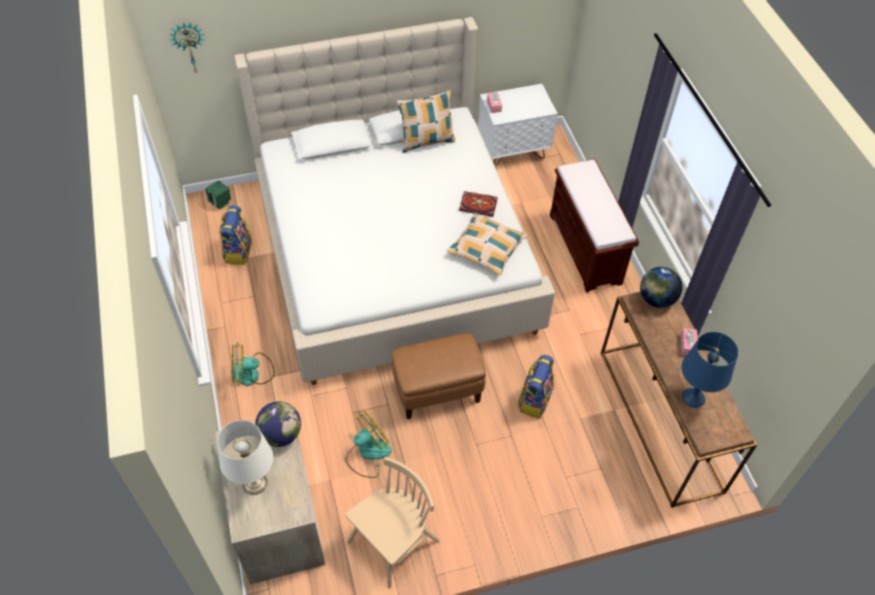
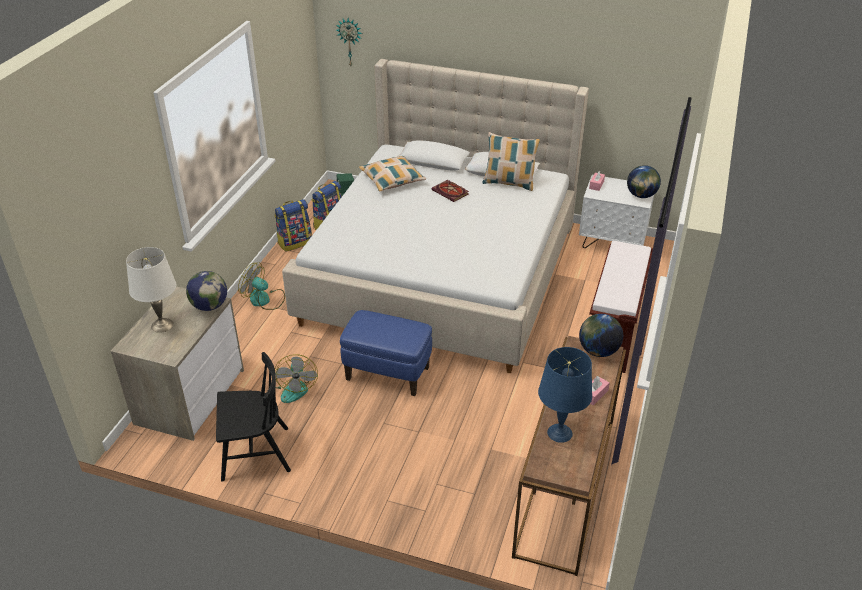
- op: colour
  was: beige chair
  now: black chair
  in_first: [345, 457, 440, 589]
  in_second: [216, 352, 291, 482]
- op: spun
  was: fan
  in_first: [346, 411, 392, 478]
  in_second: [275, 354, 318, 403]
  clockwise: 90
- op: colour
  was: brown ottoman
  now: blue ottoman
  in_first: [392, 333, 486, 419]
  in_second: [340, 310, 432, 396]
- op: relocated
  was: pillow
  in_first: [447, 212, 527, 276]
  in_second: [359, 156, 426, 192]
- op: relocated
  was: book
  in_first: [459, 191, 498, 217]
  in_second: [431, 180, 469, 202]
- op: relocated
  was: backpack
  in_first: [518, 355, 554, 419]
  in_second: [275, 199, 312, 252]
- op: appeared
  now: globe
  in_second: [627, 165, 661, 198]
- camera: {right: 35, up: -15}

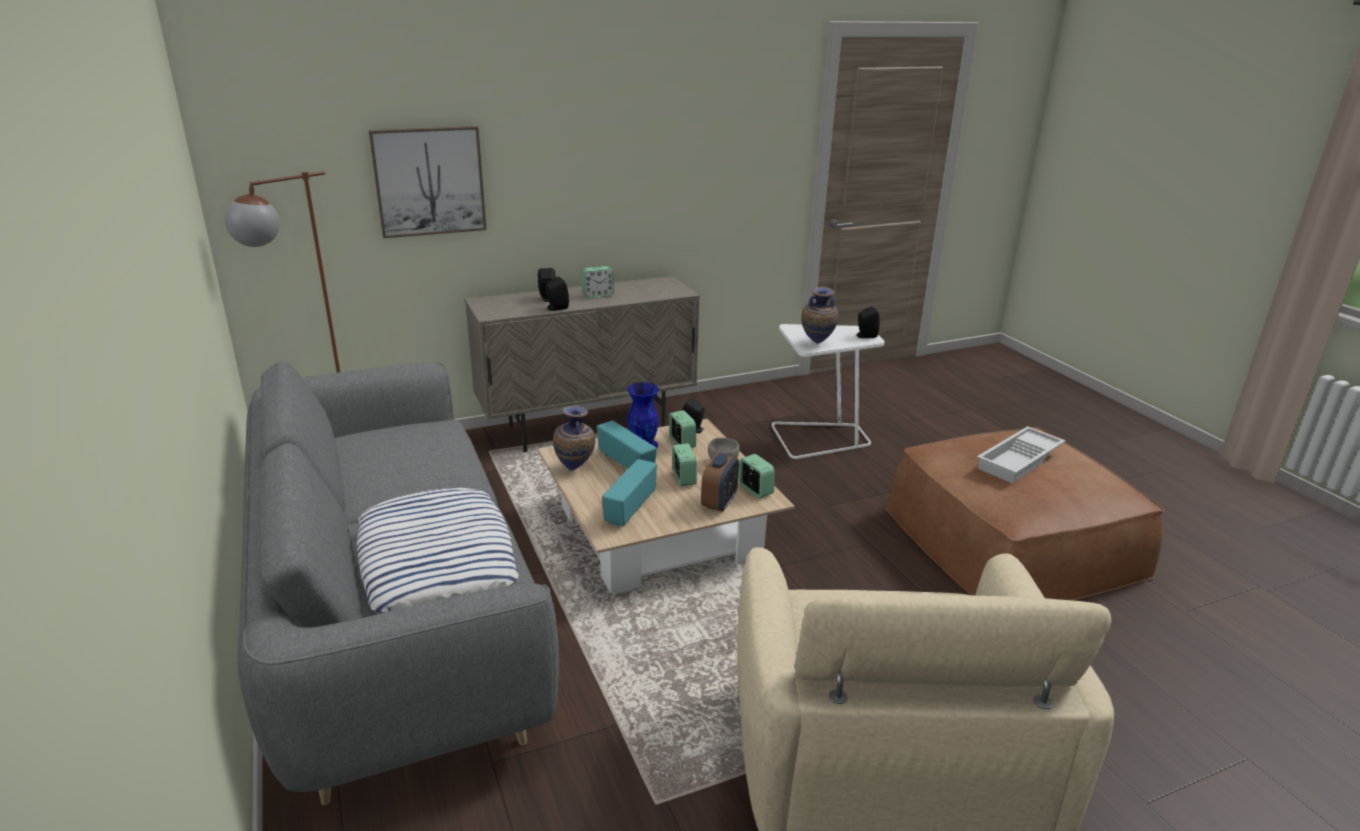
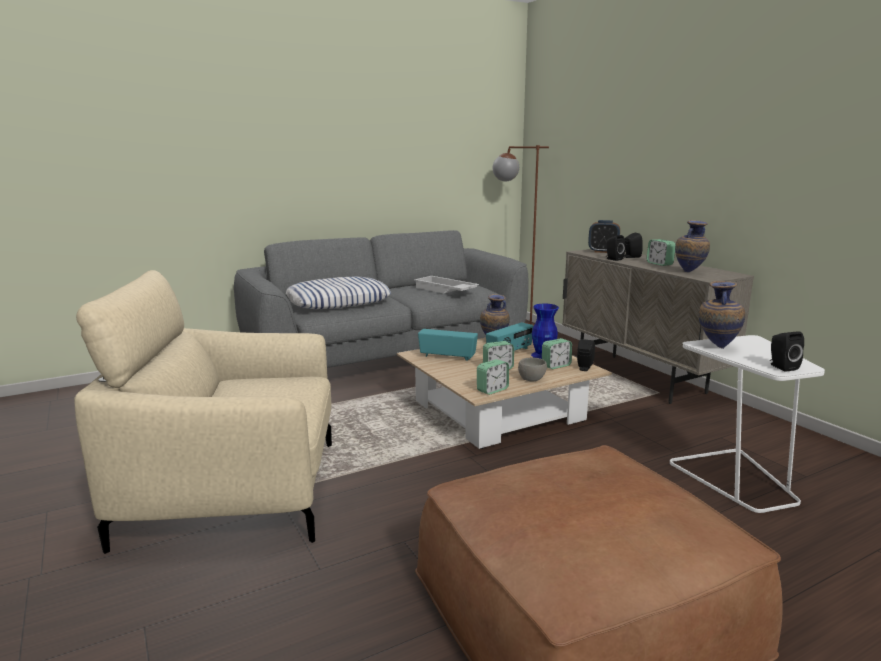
- op: missing
  was: picture
  in_first: [369, 126, 486, 238]
- op: relocated
  was: alarm clock
  in_first: [701, 454, 739, 512]
  in_second: [588, 220, 620, 253]
- op: relocated
  was: white tray
  in_first: [977, 426, 1066, 483]
  in_second: [414, 276, 479, 293]
- op: appeared
  now: vase
  in_second: [675, 220, 710, 272]
- camera: {right: 85, up: -10}

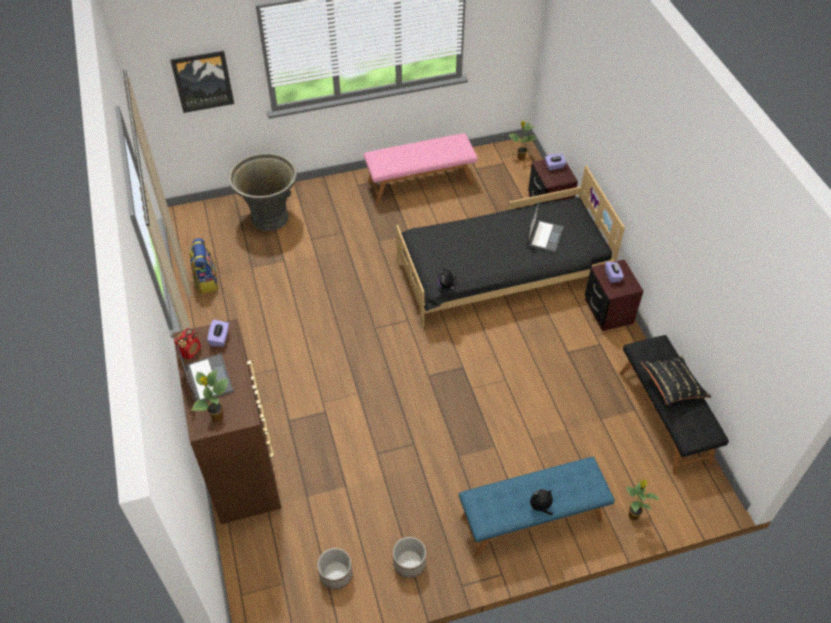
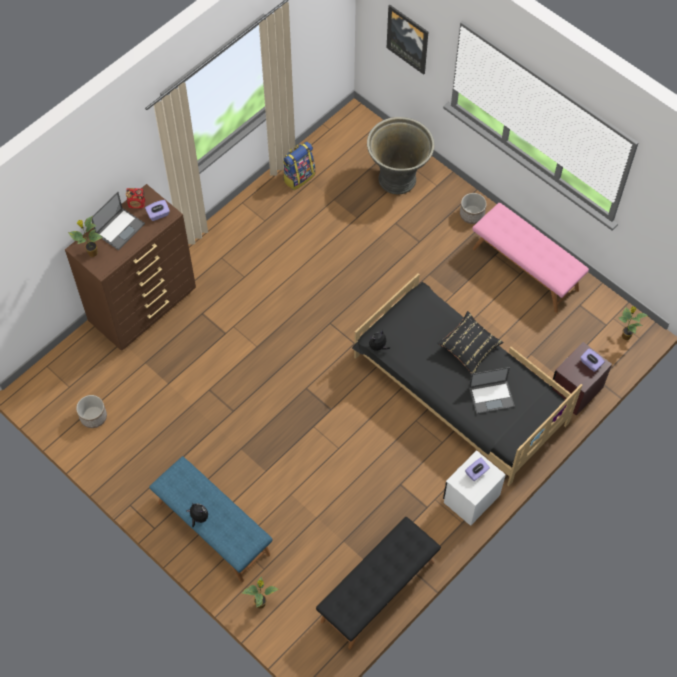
- op: relocated
  was: planter
  in_first: [393, 537, 426, 578]
  in_second: [460, 193, 487, 224]
- op: colour
  was: brown nightstand
  now: white nightstand
  in_first: [585, 259, 644, 331]
  in_second: [443, 450, 506, 526]
- op: relocated
  was: black pillow
  in_first: [641, 355, 711, 405]
  in_second: [437, 311, 503, 374]
- camera: {right: 60, up: 10}

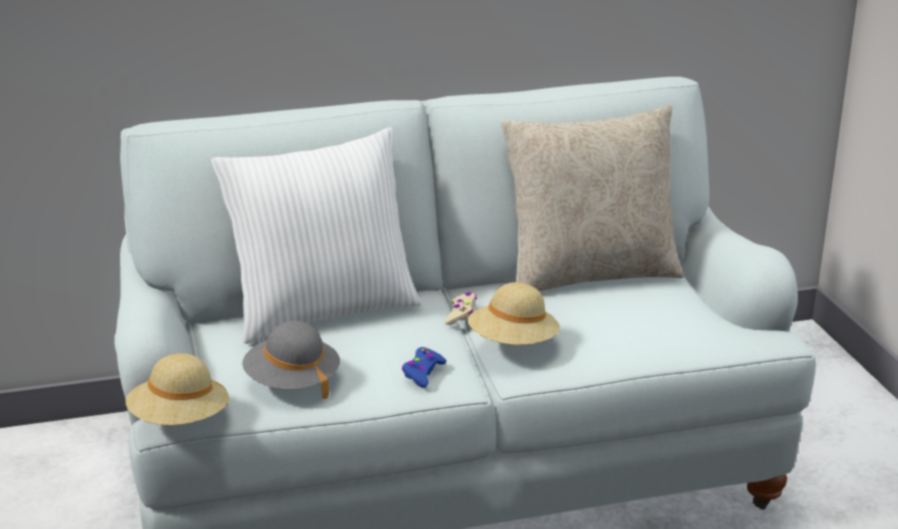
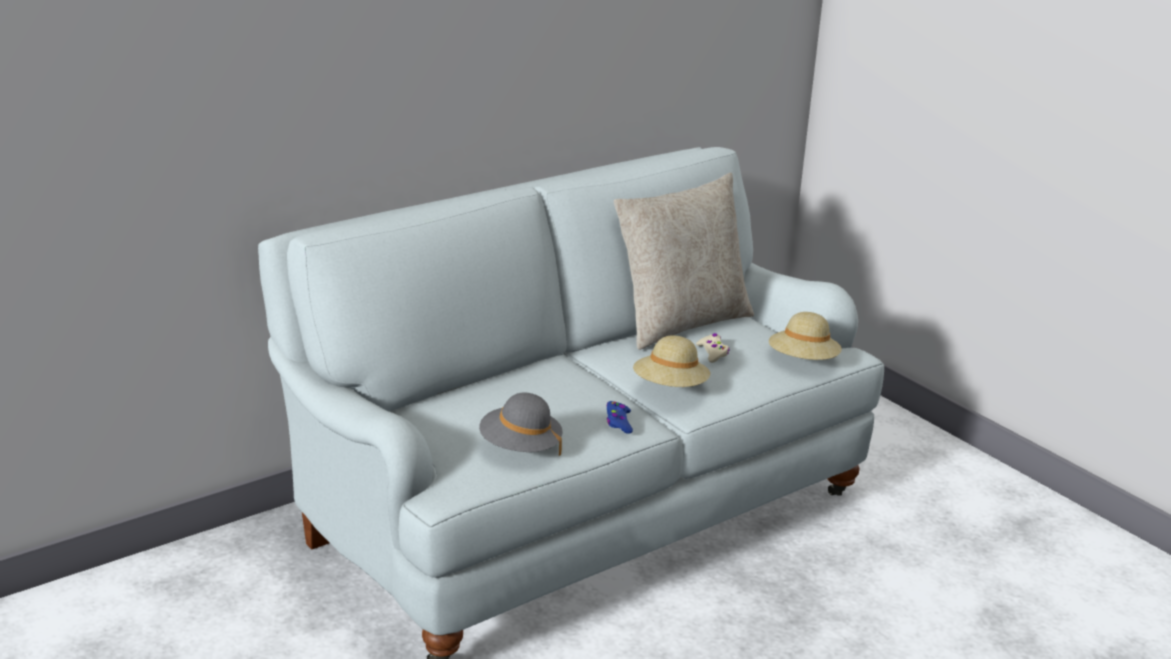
- op: relocated
  was: beige hat
  in_first: [126, 353, 229, 425]
  in_second: [769, 312, 842, 360]
- op: missing
  was: white pillow
  in_first: [211, 127, 422, 344]
- op: relocated
  was: beige game controller
  in_first: [445, 292, 477, 325]
  in_second: [696, 333, 730, 363]
- camera: {right: -25, up: 0}

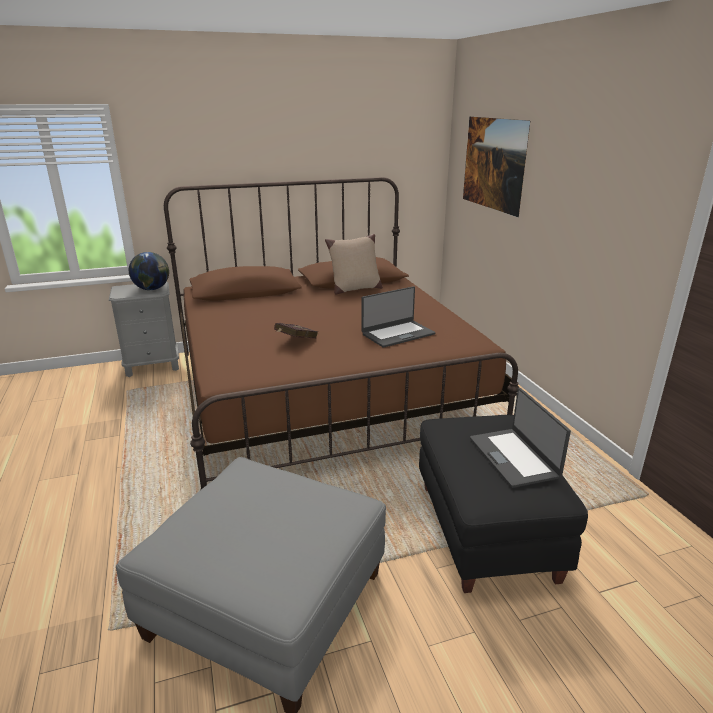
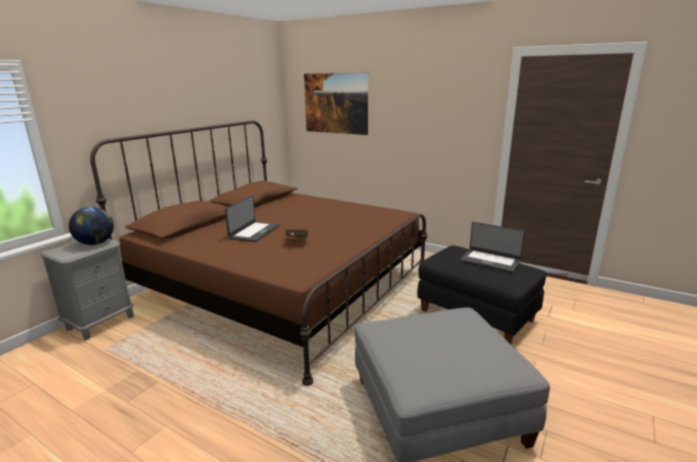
- op: missing
  was: beige pillow
  in_first: [325, 234, 383, 294]
- op: relocated
  was: laptop
  in_first: [361, 286, 435, 348]
  in_second: [225, 195, 280, 242]
- camera: {right: -40, up: -5}

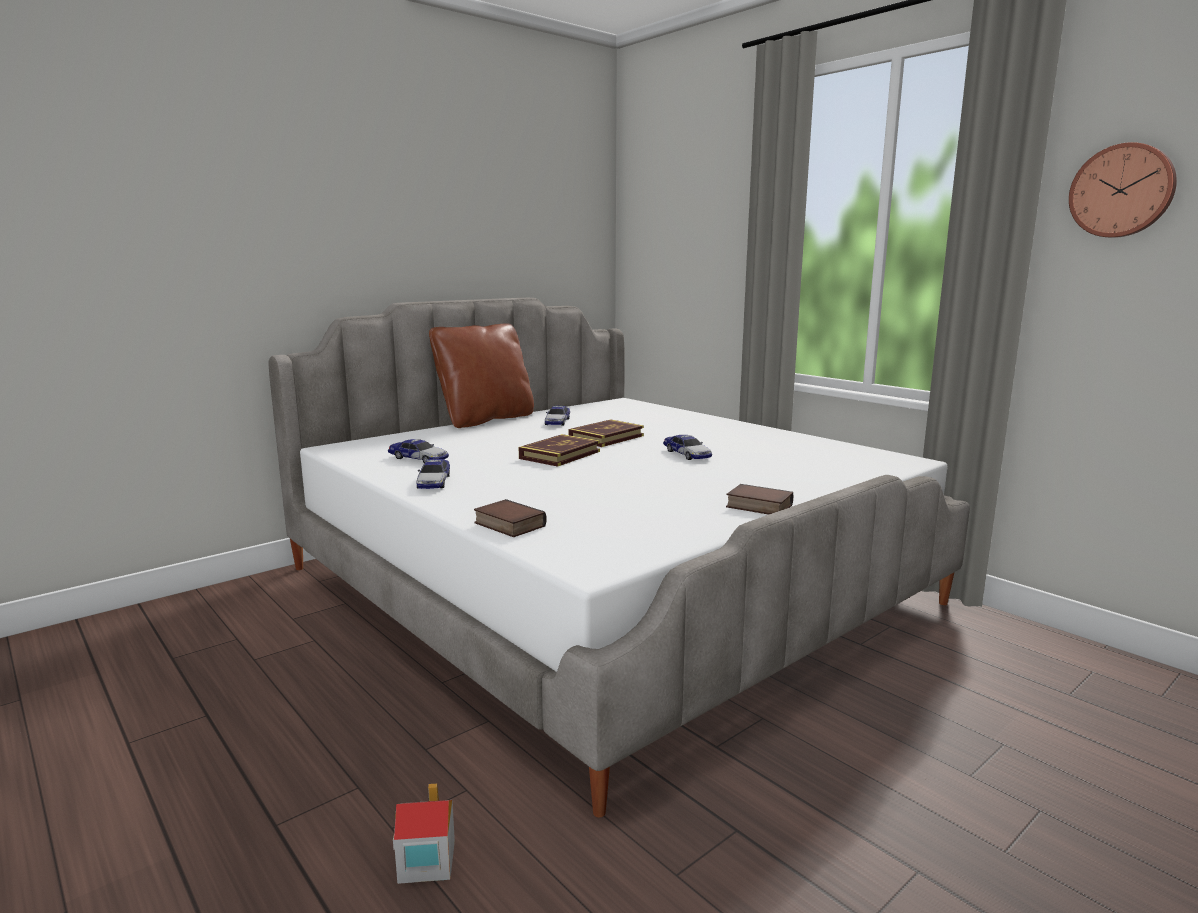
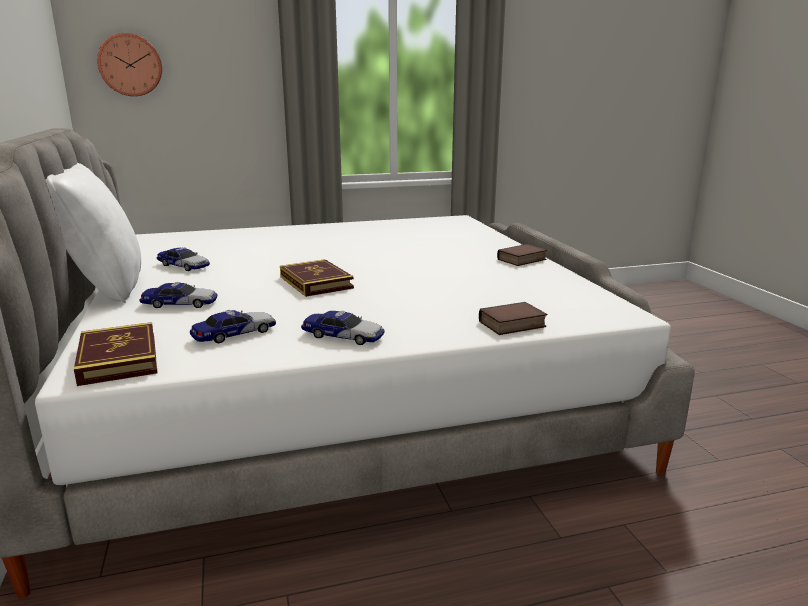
- op: missing
  was: toy house
  in_first: [393, 784, 455, 884]
- op: colour
  was: brown pillow
  now: white pillow
  in_first: [429, 323, 534, 428]
  in_second: [46, 163, 141, 303]
- op: relocated
  was: book
  in_first: [568, 419, 644, 447]
  in_second: [74, 322, 158, 386]
- op: relocated
  was: toy car
  in_first: [663, 435, 712, 460]
  in_second: [139, 282, 218, 308]
- op: relocated
  was: wall clock
  in_first: [1069, 142, 1177, 238]
  in_second: [97, 33, 162, 96]
- camera: {right: -65, up: 5}

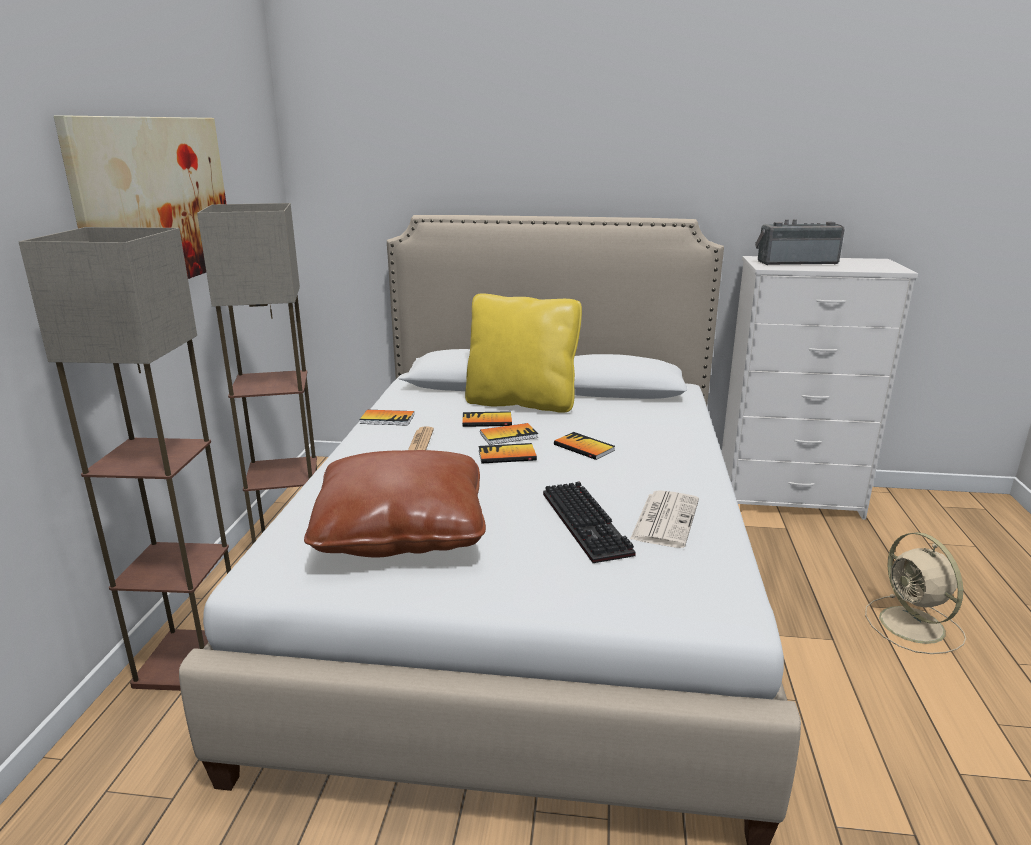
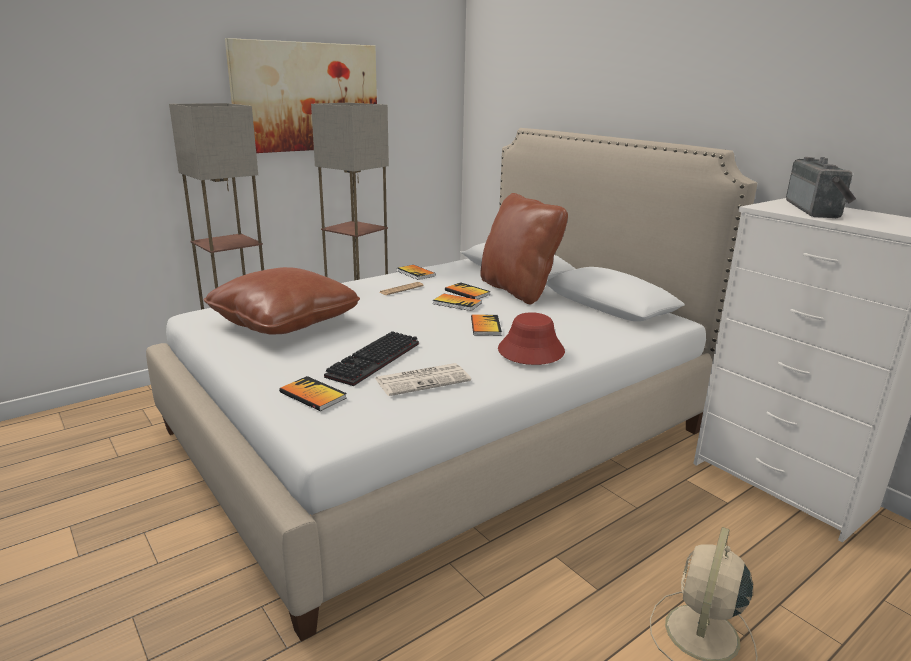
- op: colour
  was: yellow pillow
  now: brown pillow
  in_first: [465, 293, 582, 413]
  in_second: [480, 193, 568, 304]
- op: relocated
  was: book
  in_first: [479, 443, 537, 464]
  in_second: [279, 376, 347, 411]
- op: spun
  was: radio
  in_first: [755, 219, 845, 265]
  in_second: [786, 157, 856, 218]
  clockwise: 60
- op: appeared
  now: red hat
  in_second: [498, 312, 565, 365]
- camera: {right: 45, up: 0}

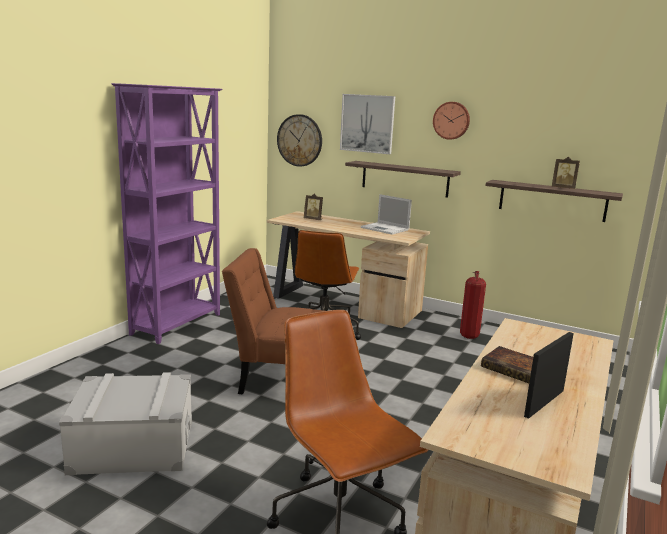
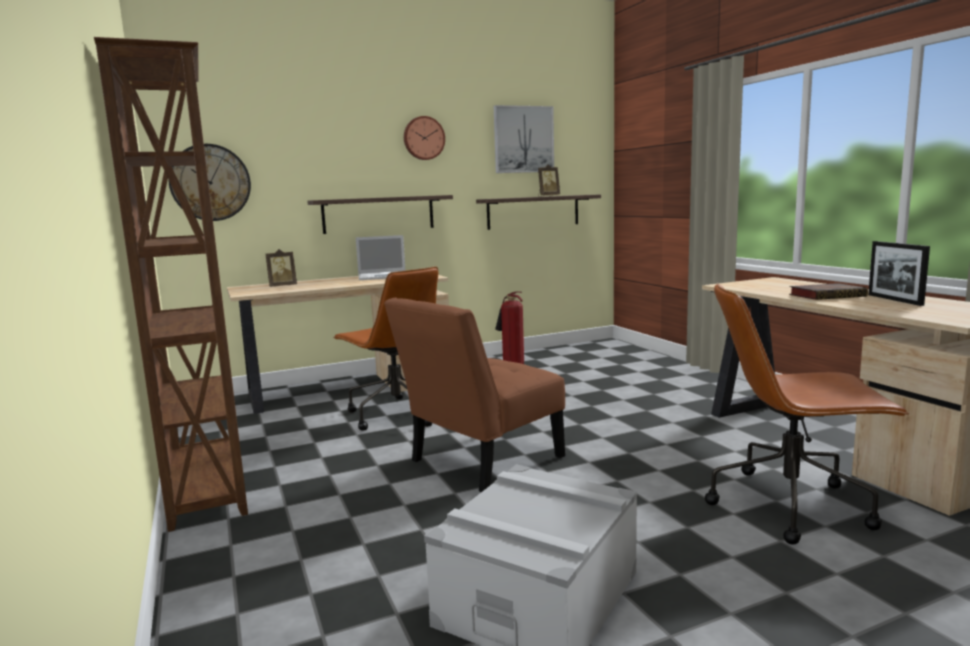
- op: colour
  was: purple bookcase
  now: brown bookcase
  in_first: [112, 83, 223, 344]
  in_second: [94, 37, 248, 532]
- op: relocated
  was: picture
  in_first: [340, 94, 395, 154]
  in_second: [494, 105, 554, 173]
- camera: {right: -50, up: -5}

